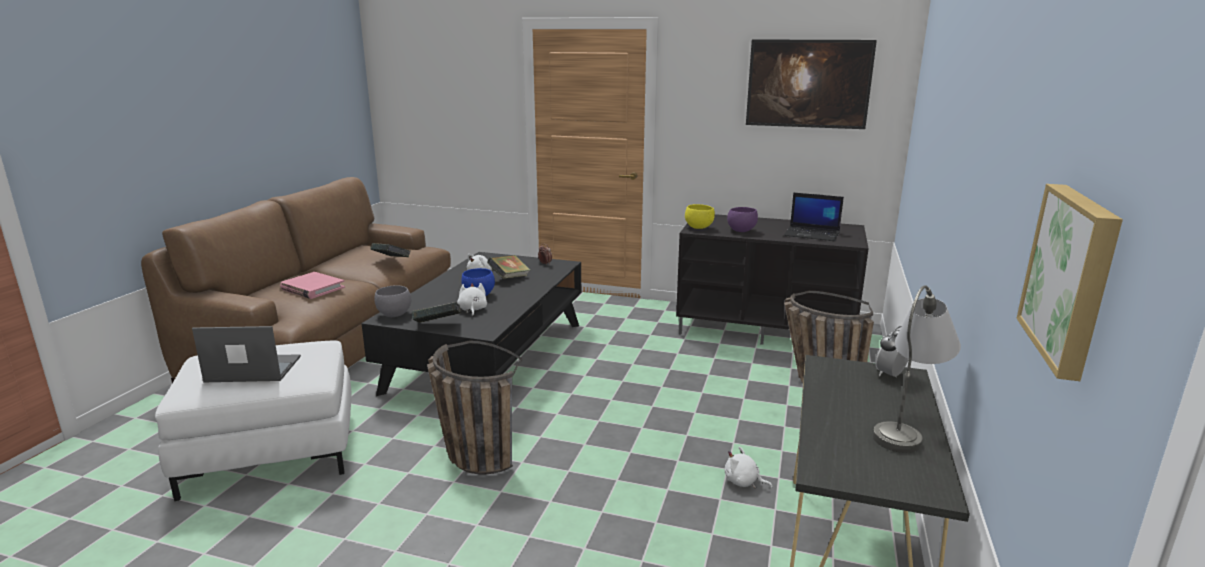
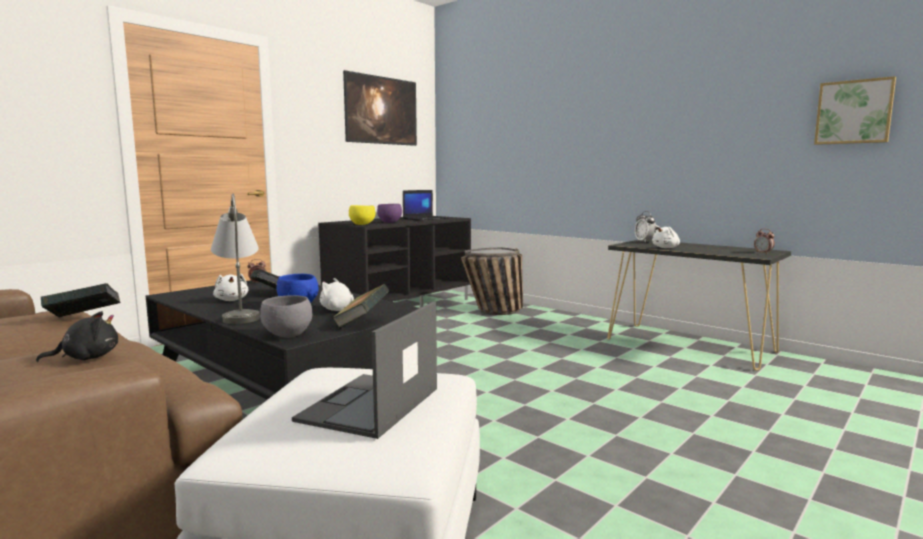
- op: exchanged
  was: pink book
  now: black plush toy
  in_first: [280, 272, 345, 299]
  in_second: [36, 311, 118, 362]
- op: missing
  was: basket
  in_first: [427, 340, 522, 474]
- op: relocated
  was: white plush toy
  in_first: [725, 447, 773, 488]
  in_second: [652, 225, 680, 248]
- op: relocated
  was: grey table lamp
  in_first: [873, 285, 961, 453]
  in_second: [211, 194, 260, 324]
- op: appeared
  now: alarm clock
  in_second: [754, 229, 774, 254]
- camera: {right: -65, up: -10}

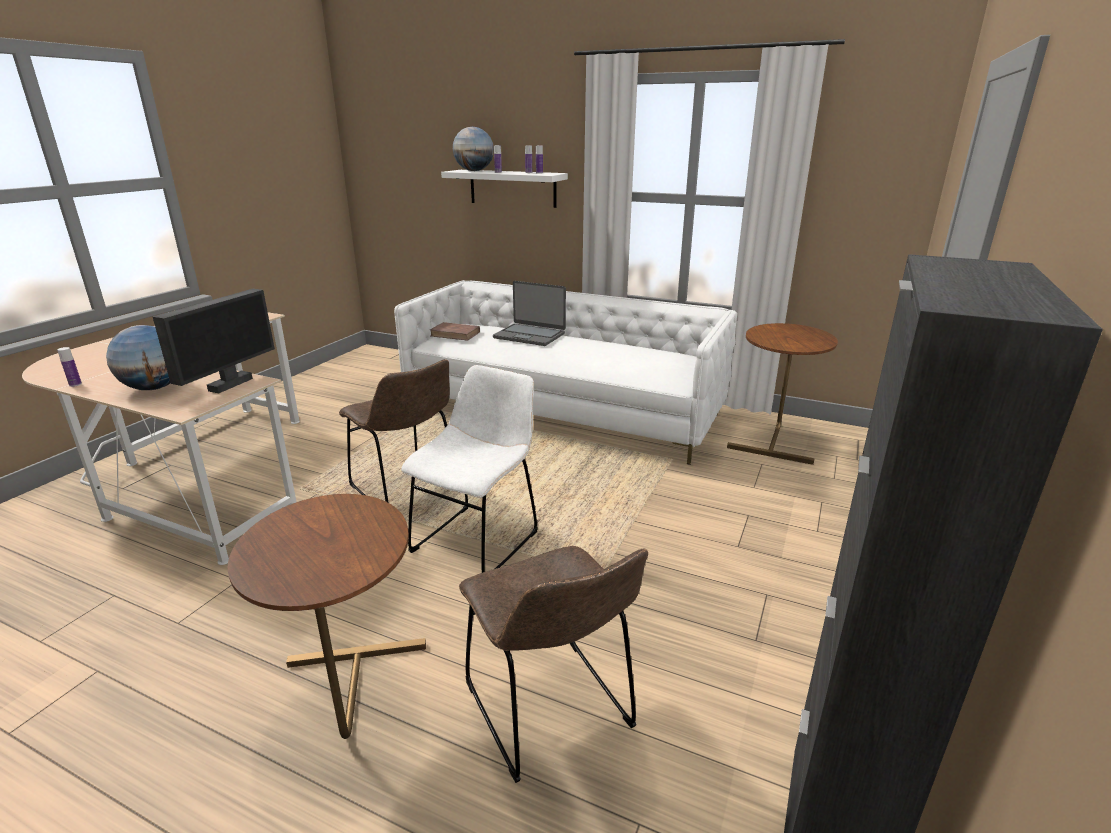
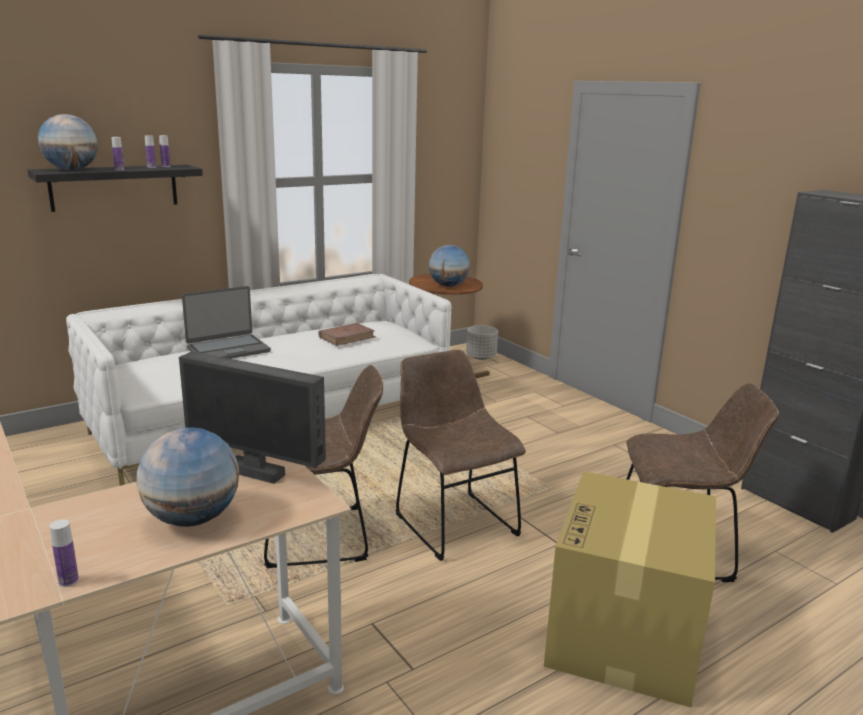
- op: spun
  was: monitor
  in_first: [153, 289, 275, 393]
  in_second: [179, 351, 326, 484]
  clockwise: 150
- op: exchanged
  was: brown side table
  now: cardboard box
  in_first: [228, 494, 426, 739]
  in_second: [544, 471, 716, 708]
- op: colour
  was: white chair
  now: brown chair
  in_first: [401, 365, 538, 573]
  in_second: [396, 349, 526, 561]
- op: relocated
  was: brown book
  in_first: [430, 322, 480, 341]
  in_second: [318, 323, 376, 346]
- op: colour
  was: white shelf
  now: black shelf
  in_first: [441, 170, 568, 208]
  in_second: [28, 165, 203, 212]
- op: appeared
  now: globe
  in_second: [429, 245, 470, 287]
- op: appeared
  now: grey planter
  in_second: [466, 325, 498, 360]
- camera: {right: -60, up: -5}

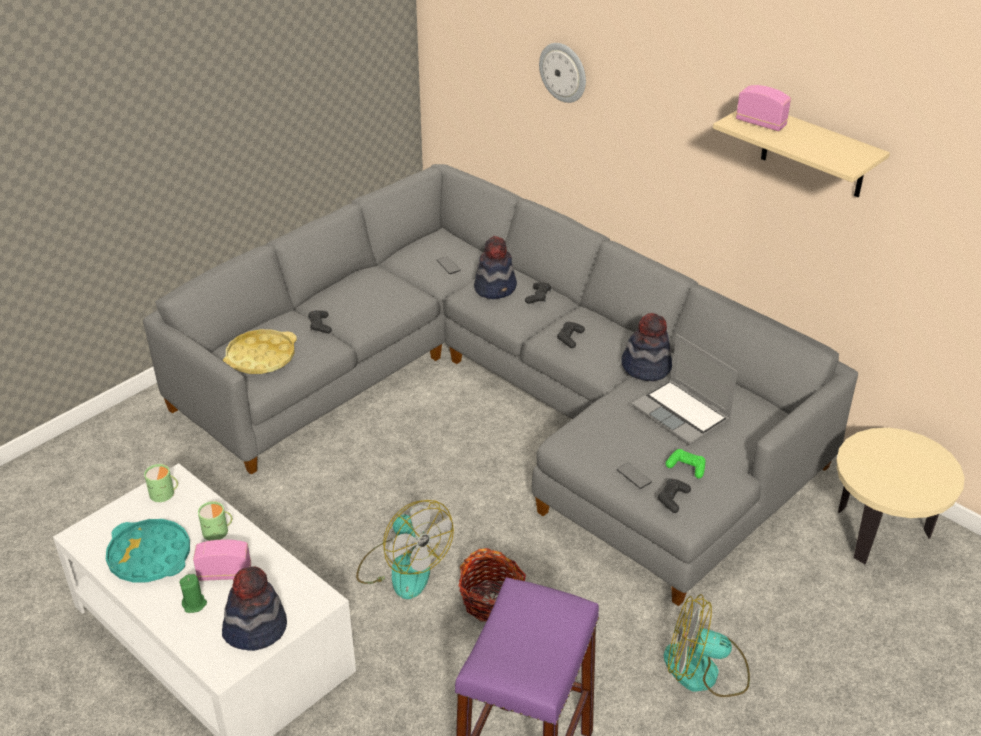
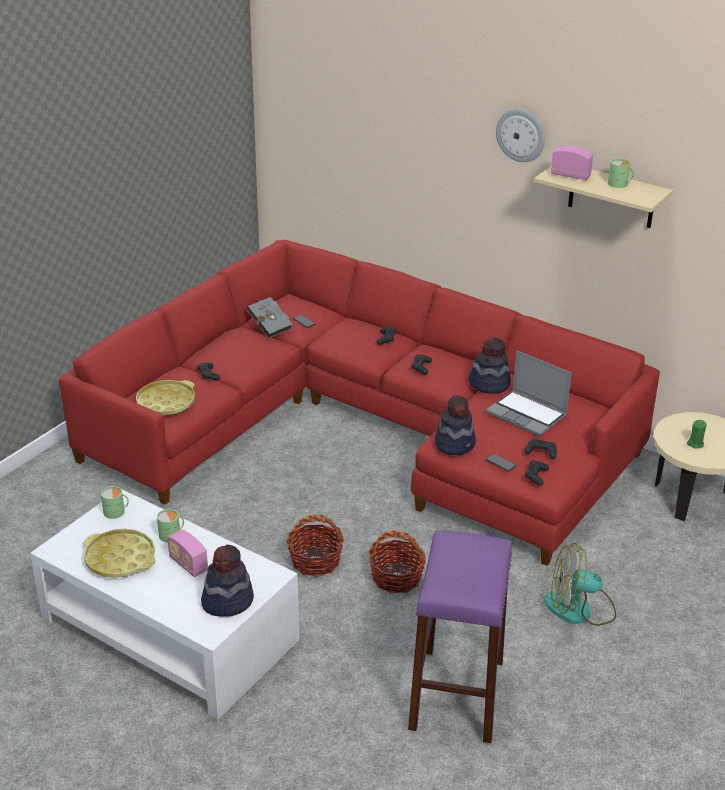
- op: colour
  was: turquoise tray
  now: yellow tray
  in_first: [106, 519, 190, 583]
  in_second: [84, 529, 155, 578]
- op: colour
  was: grey sofa
  now: red sofa
  in_first: [143, 164, 858, 606]
  in_second: [59, 240, 660, 566]
- op: relocated
  was: green candle
  in_first: [179, 574, 207, 613]
  in_second: [687, 420, 707, 449]
- op: spun
  was: radio
  in_first: [193, 540, 251, 581]
  in_second: [167, 530, 208, 577]
  clockwise: -120
- op: exchanged
  was: fan
  now: basket
  in_first: [356, 500, 454, 599]
  in_second: [286, 515, 344, 577]
- op: relocated
  was: hat
  in_first: [474, 236, 517, 299]
  in_second: [435, 395, 476, 455]
- op: relocated
  was: wall clock
  in_first: [539, 43, 586, 103]
  in_second: [496, 109, 545, 162]
- op: colour
  was: green game controller
  now: black game controller
  in_first: [666, 449, 706, 479]
  in_second: [524, 438, 557, 459]
- op: appeared
  now: grey book
  in_second: [247, 297, 293, 338]
- op: appeared
  now: green mug
  in_second: [608, 159, 634, 188]
- camera: {right: -10, up: -5}

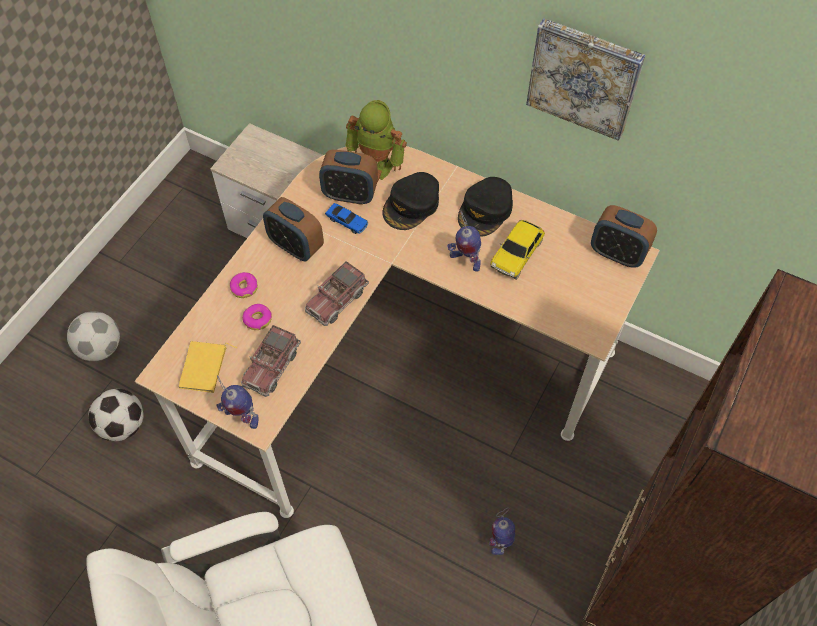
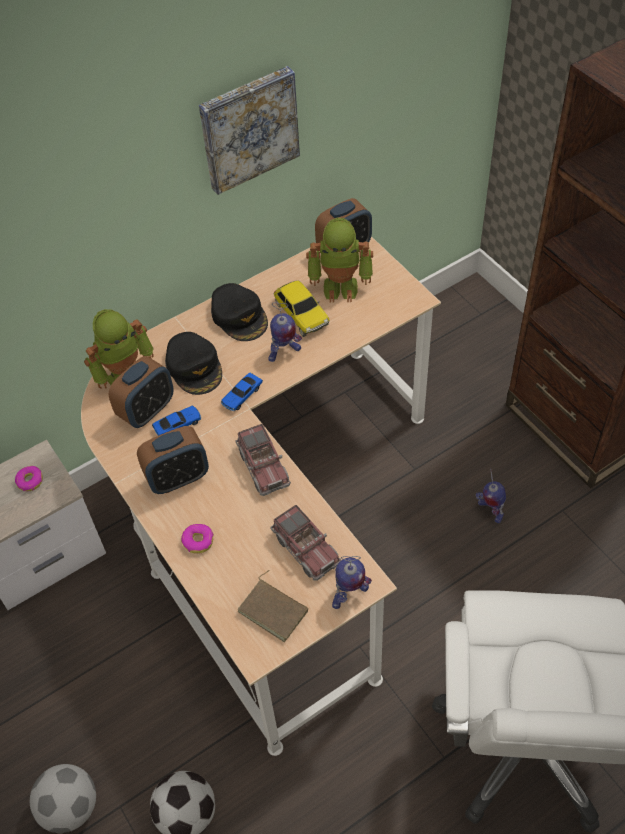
- op: colour
  was: yellow book
  now: brown book
  in_first: [179, 341, 237, 393]
  in_second: [238, 570, 308, 642]
- op: relocated
  was: donut
  in_first: [242, 304, 272, 330]
  in_second: [15, 466, 43, 491]
- op: appeared
  now: toy car
  in_second: [221, 373, 263, 411]
- op: appeared
  now: toy robot
  in_second: [306, 218, 373, 303]
- camera: {right: -60, up: -5}

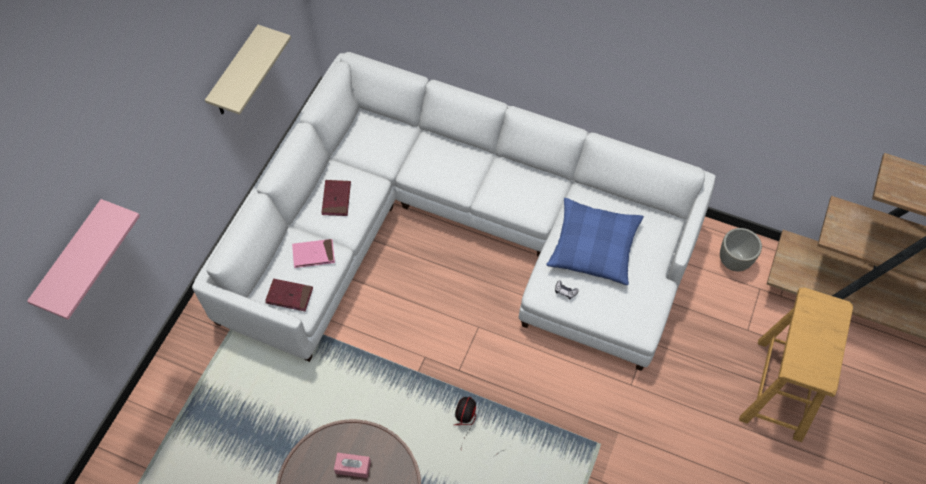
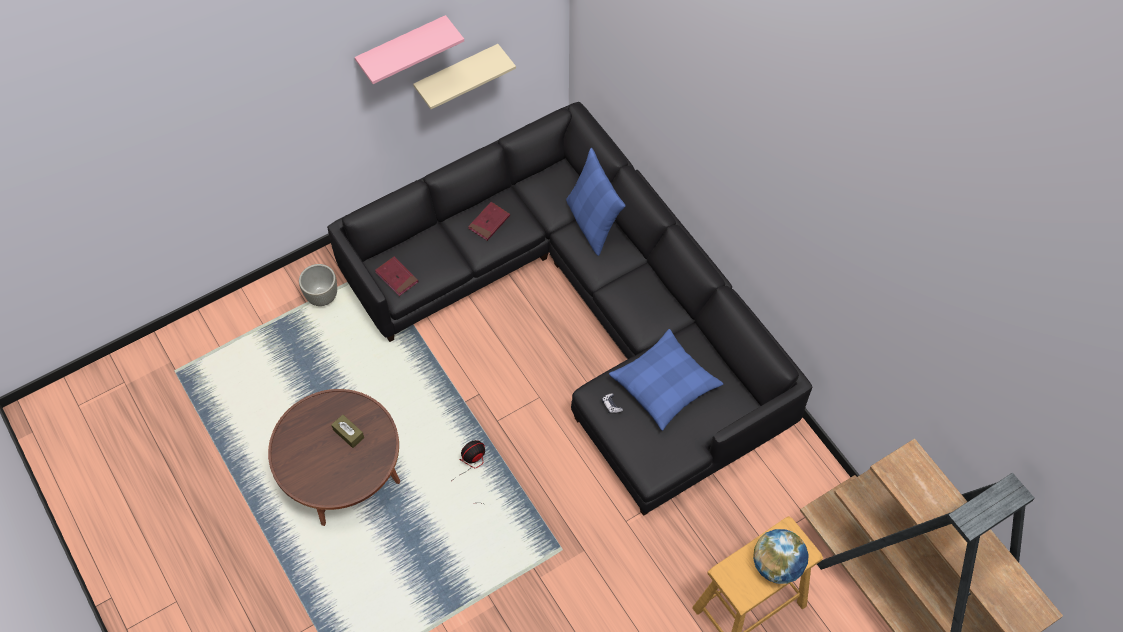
- op: relocated
  was: pink shelf
  in_first: [27, 199, 140, 320]
  in_second: [355, 15, 464, 84]
- op: colour
  was: white sofa
  now: black sofa
  in_first: [192, 52, 716, 371]
  in_second: [327, 102, 812, 516]
- op: missing
  was: pink book
  in_first: [292, 239, 335, 268]
- op: colour
  was: pink tissue box
  now: brown tissue box
  in_first: [334, 453, 371, 478]
  in_second: [331, 414, 364, 448]
- op: relocated
  was: grey planter
  in_first: [720, 228, 762, 271]
  in_second: [299, 264, 337, 306]
- op: appeared
  now: blue pillow
  in_second: [566, 148, 625, 256]
- op: appeared
  now: globe
  in_second: [753, 529, 809, 584]
- camera: {right: 35, up: 0}

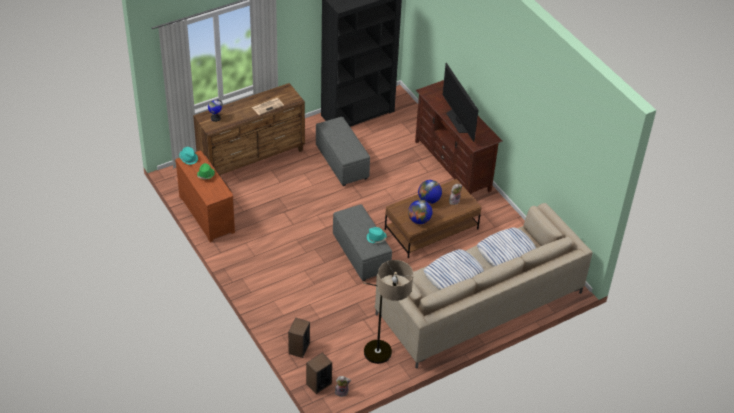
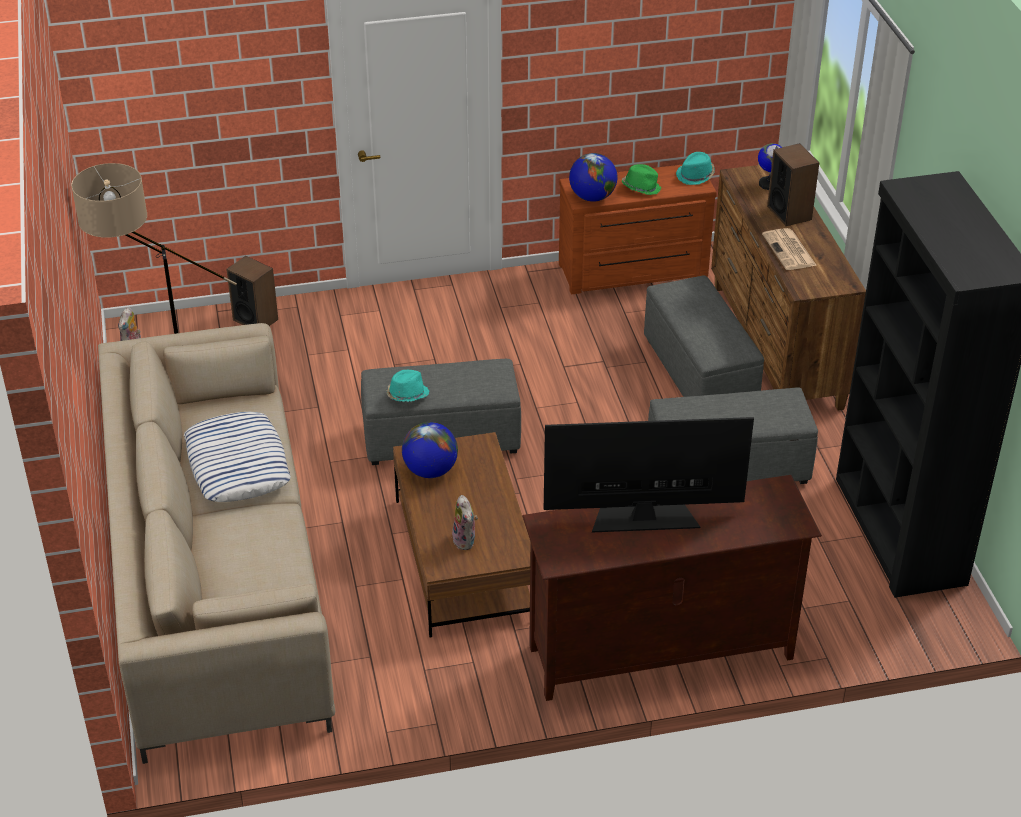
- op: relocated
  was: speaker
  in_first: [306, 353, 332, 394]
  in_second: [767, 143, 819, 226]
- op: relocated
  was: globe
  in_first: [418, 180, 442, 204]
  in_second: [569, 153, 617, 202]
- op: missing
  was: pillow
  in_first: [477, 227, 536, 267]
- op: appeared
  now: grey ottoman
  in_second: [644, 275, 764, 397]
- camera: {right: 110, up: -5}

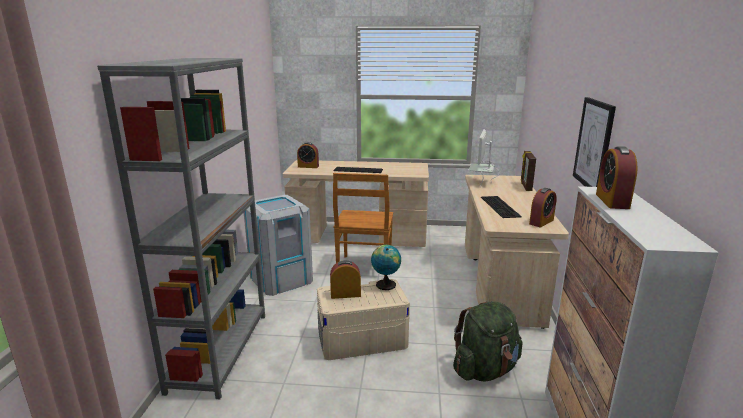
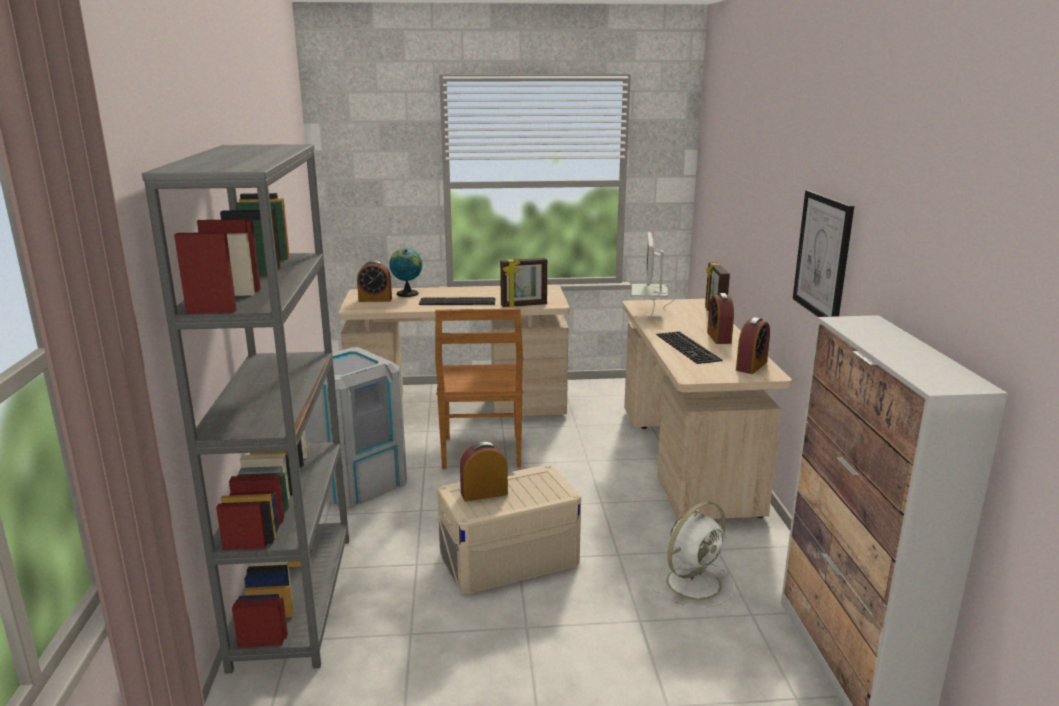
- op: relocated
  was: globe
  in_first: [371, 245, 401, 290]
  in_second: [389, 248, 422, 297]
- op: exchanged
  was: green backpack
  now: white fan
  in_first: [453, 301, 523, 382]
  in_second: [654, 501, 735, 608]
- op: relocated
  was: alarm clock
  in_first: [596, 146, 637, 209]
  in_second: [707, 293, 734, 344]
- op: appeared
  now: picture frame
  in_second: [500, 258, 547, 307]
- camera: {right: -10, up: 0}

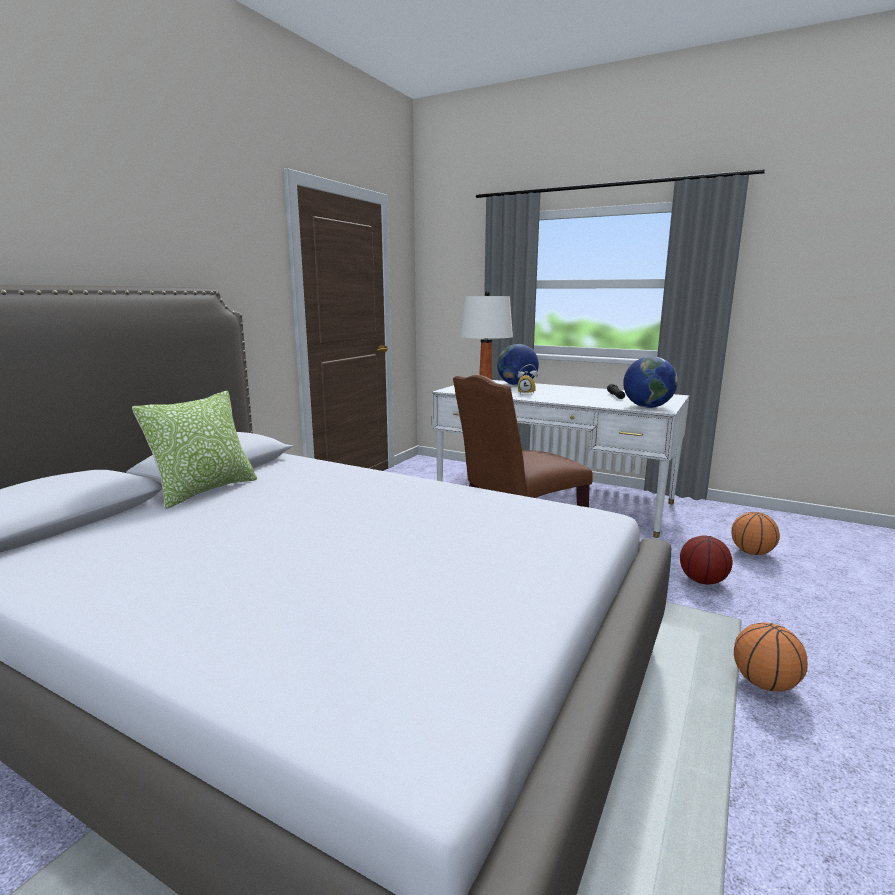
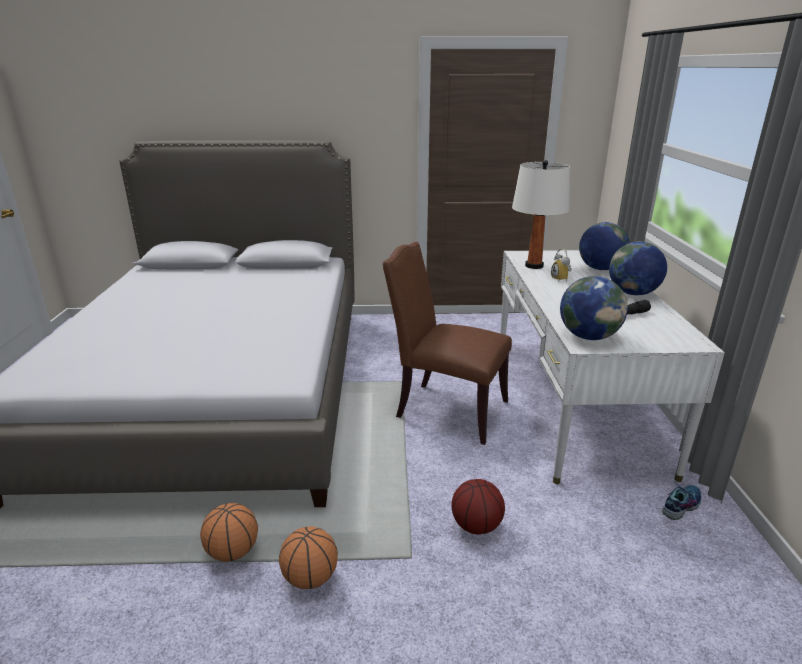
- op: missing
  was: pillow
  in_first: [132, 391, 257, 509]
- op: relocated
  was: basketball
  in_first: [731, 512, 780, 555]
  in_second: [200, 503, 258, 562]
- op: appeared
  now: globe
  in_second: [609, 241, 667, 295]
- op: appeared
  now: shoe
  in_second: [662, 481, 701, 520]
- camera: {right: 60, up: 10}

